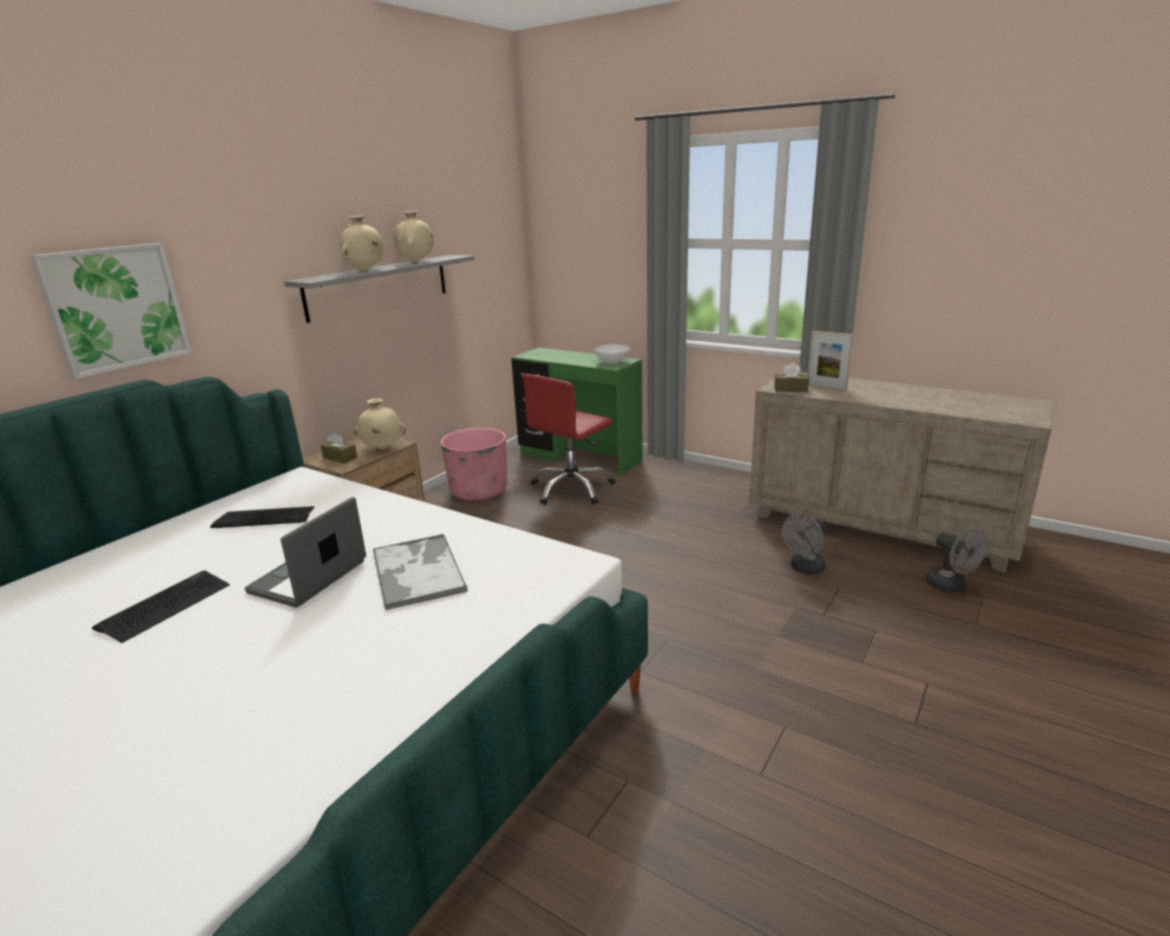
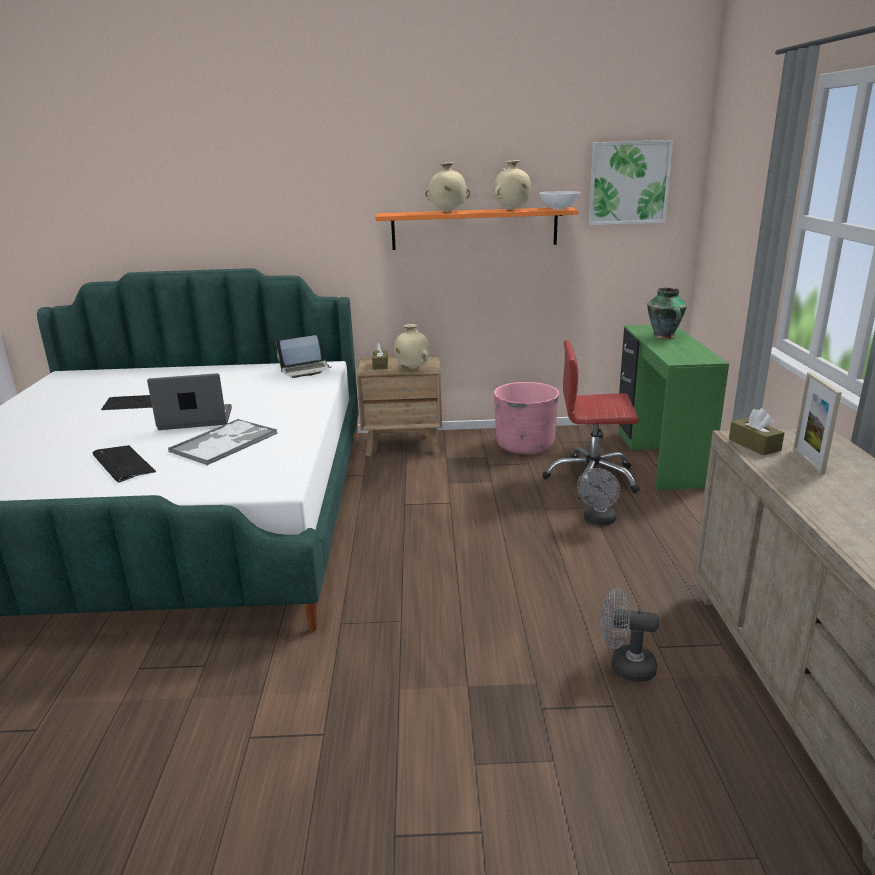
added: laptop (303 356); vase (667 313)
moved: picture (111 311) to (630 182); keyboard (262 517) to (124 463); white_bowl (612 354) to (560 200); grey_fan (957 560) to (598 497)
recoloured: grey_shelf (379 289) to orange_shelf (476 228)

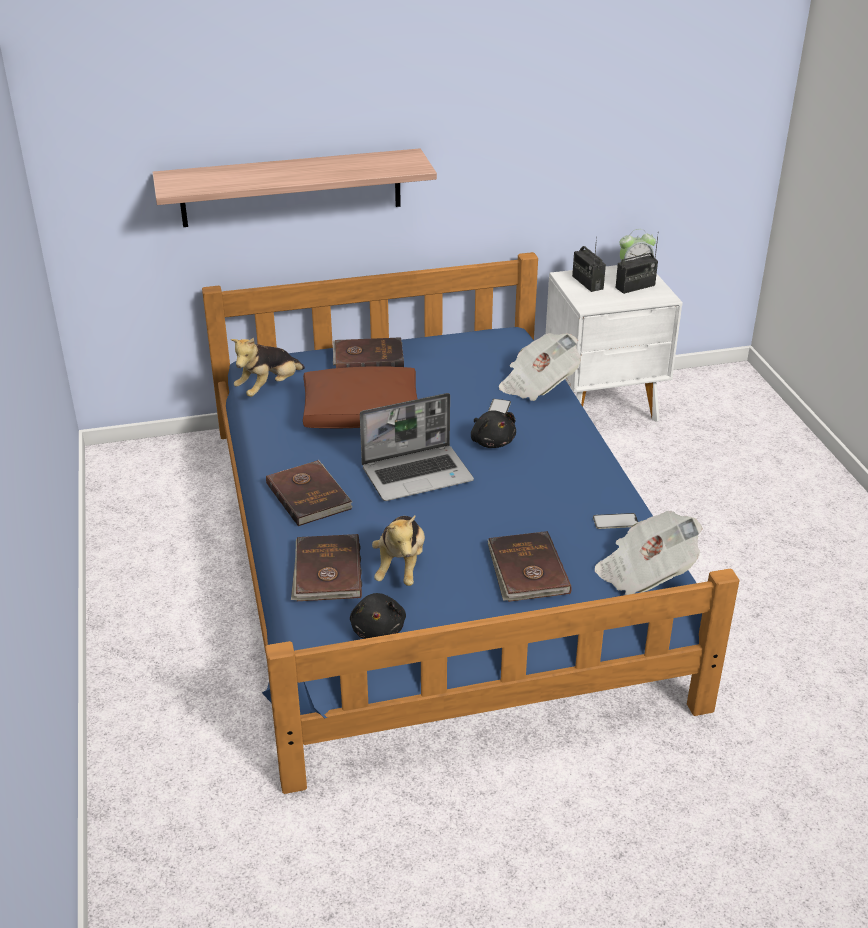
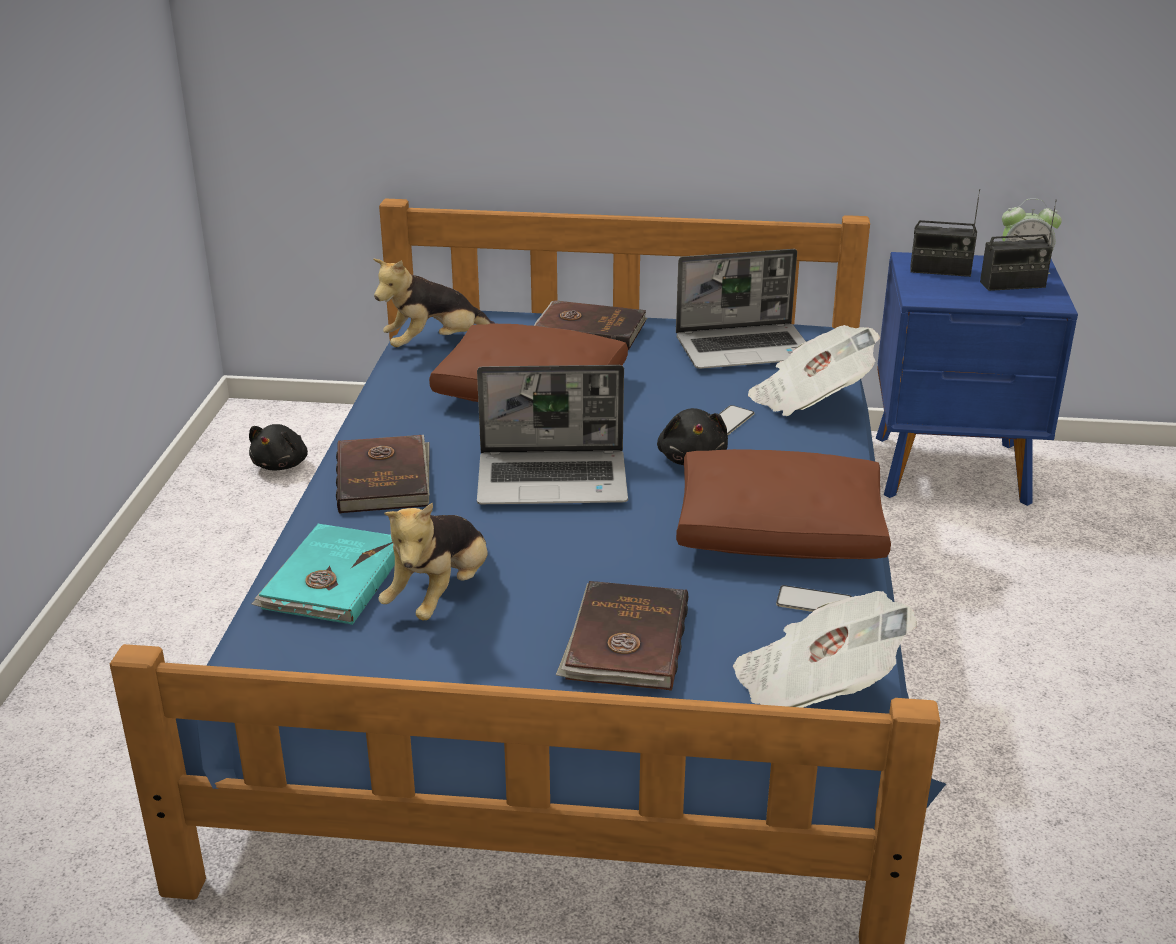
removed: shelf (294 187)
added: laptop (741 309); brown_pillow (783 504)
moved: black_plush_toy (378 616) to (278 447)
recoloured: brown_book (326 567) to turquoise_book (323 574); white_nightstand (614 343) to blue_nightstand (977 379)
turned: radio (589 264) = (945 233) 75 degrees counterclockwise

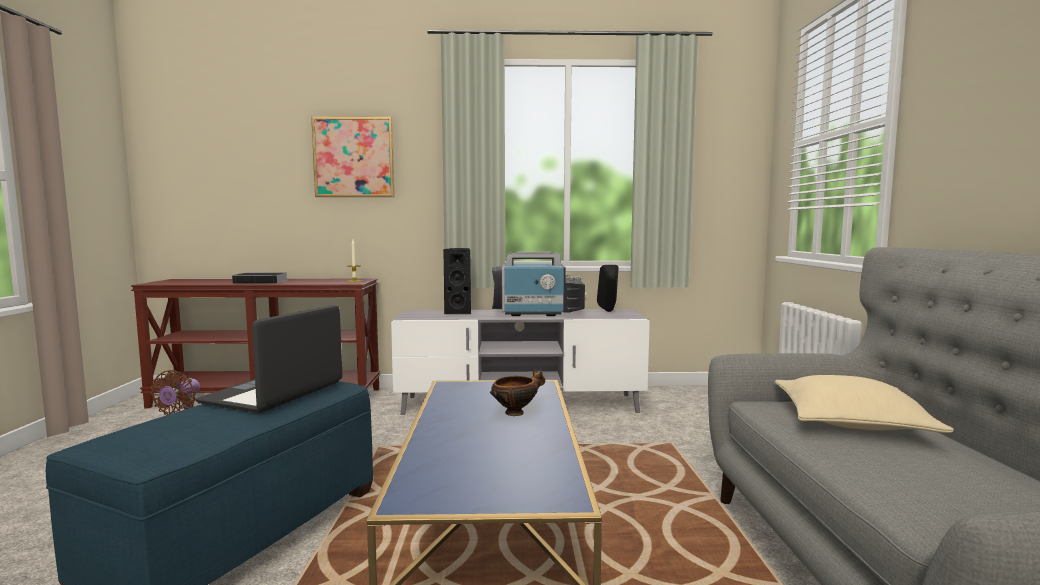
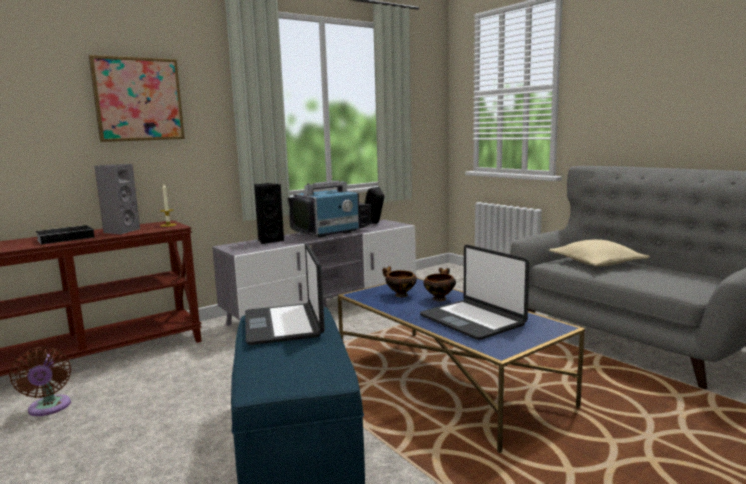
added: grey_speaker (117 199); bowl (399 281); laptop (474 292)

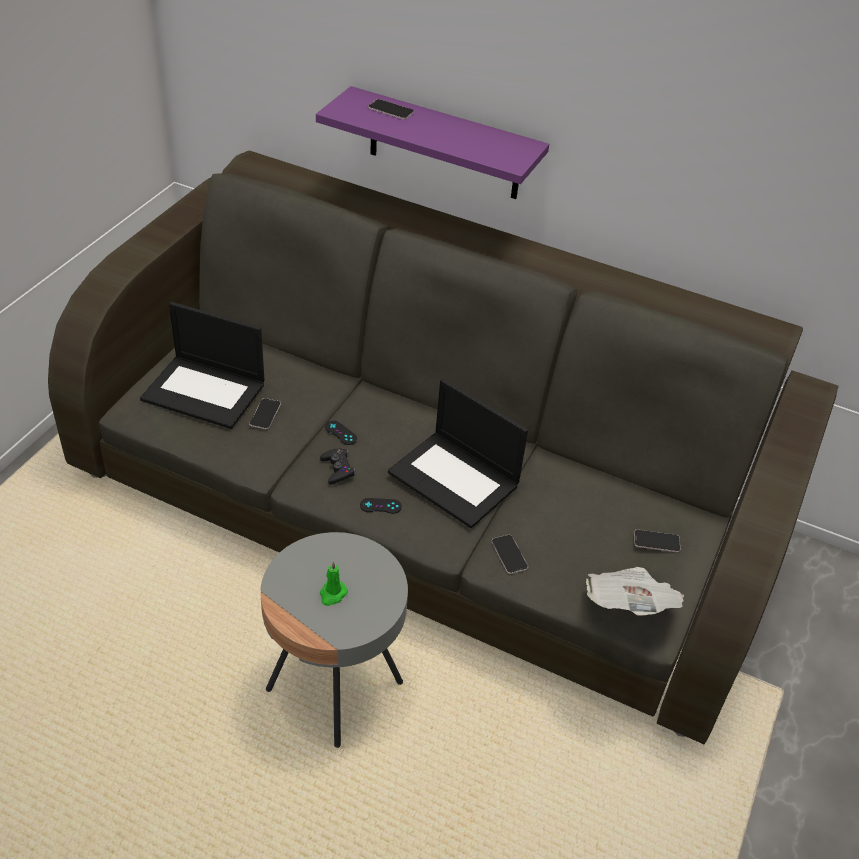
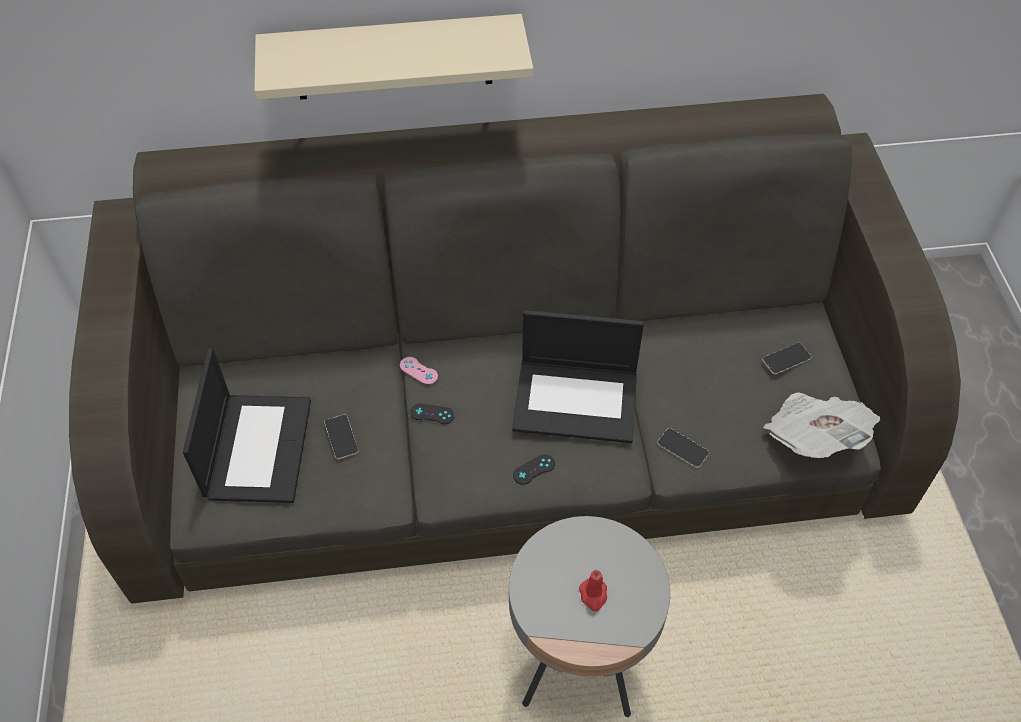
removed: black_game_controller (338 466); phone (391 109)
added: pink_game_controller (419 371)
recoloured: purple_shelf (432 142) to beige_shelf (393 57); green_candle (334 583) to red_candle (593 591)
turned: laptop (202 365) = (247 425) 75 degrees counterclockwise

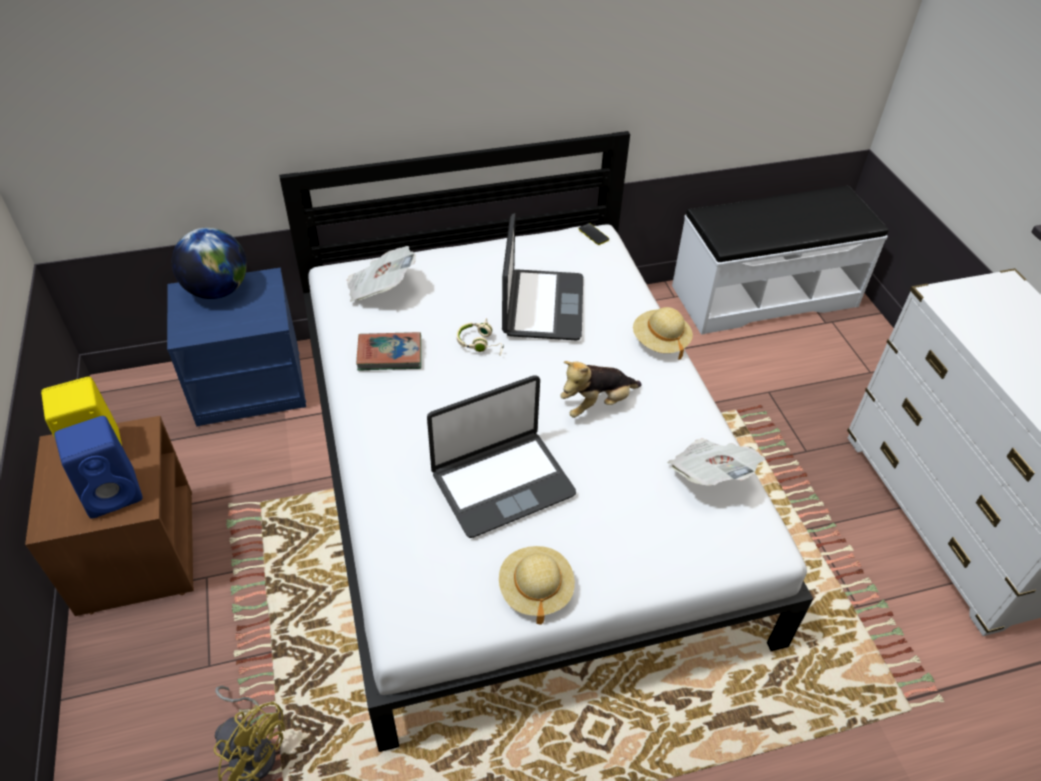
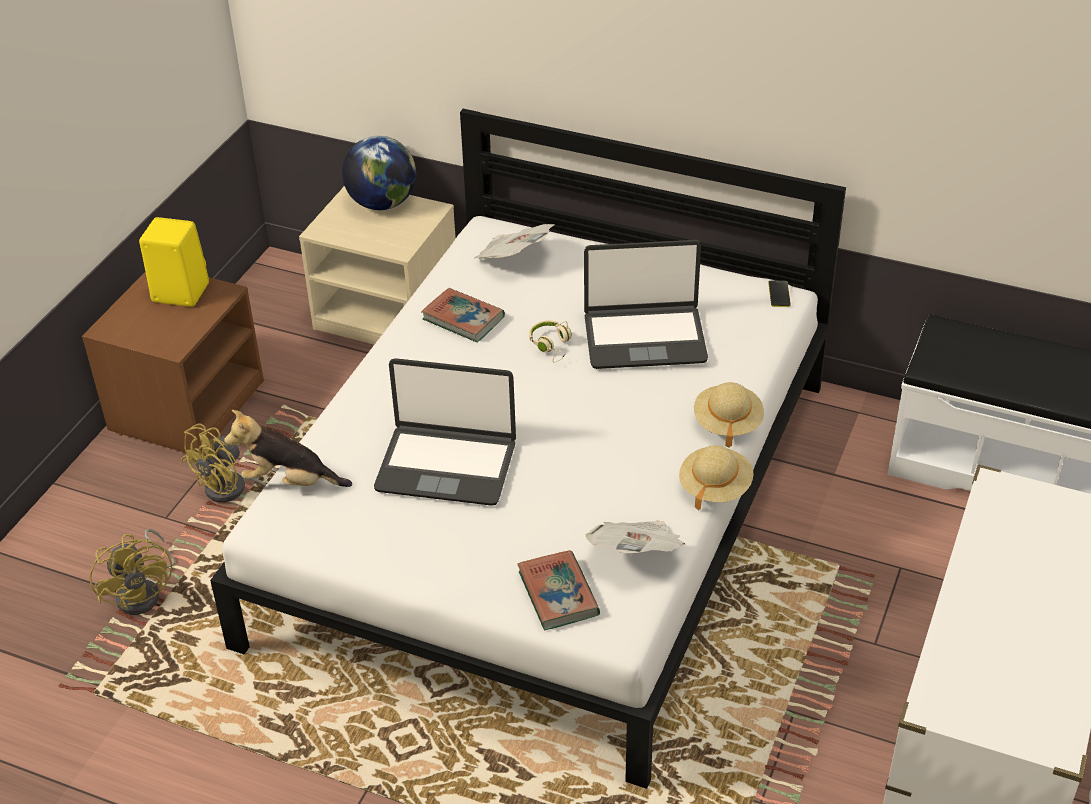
removed: blue_speaker (98 467)
added: yellow_fan (229 463); book (558 590)
moved: beige_hat (537 585) to (716 478); plush_toy (600 389) to (288 448)
recoloured: blue_nightstand (236 347) to beige_nightstand (377 265)
turned: laptop (542 276) = (646 304) 45 degrees clockwise

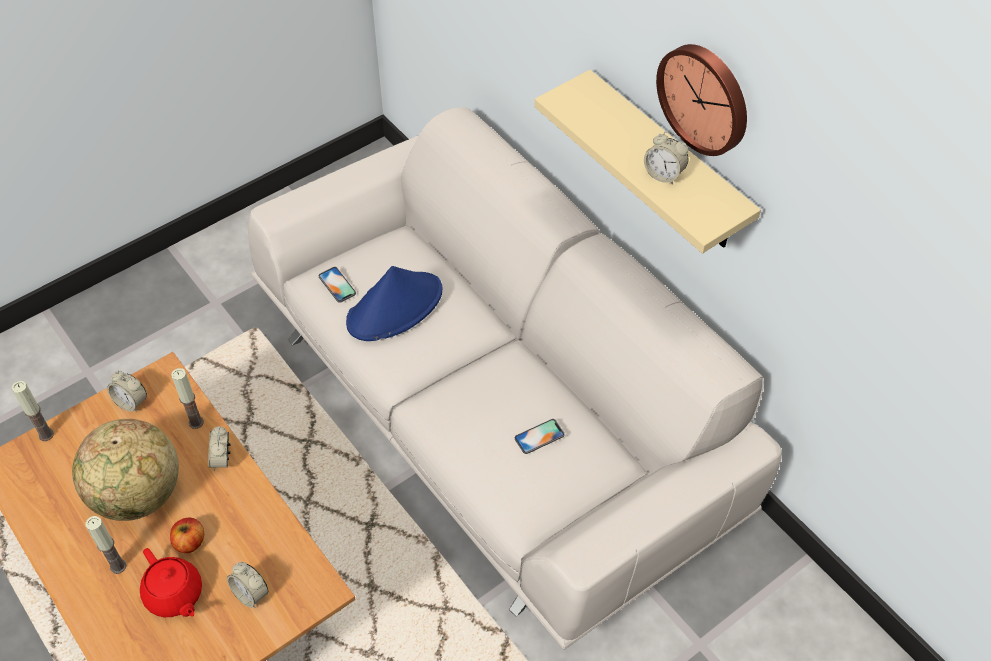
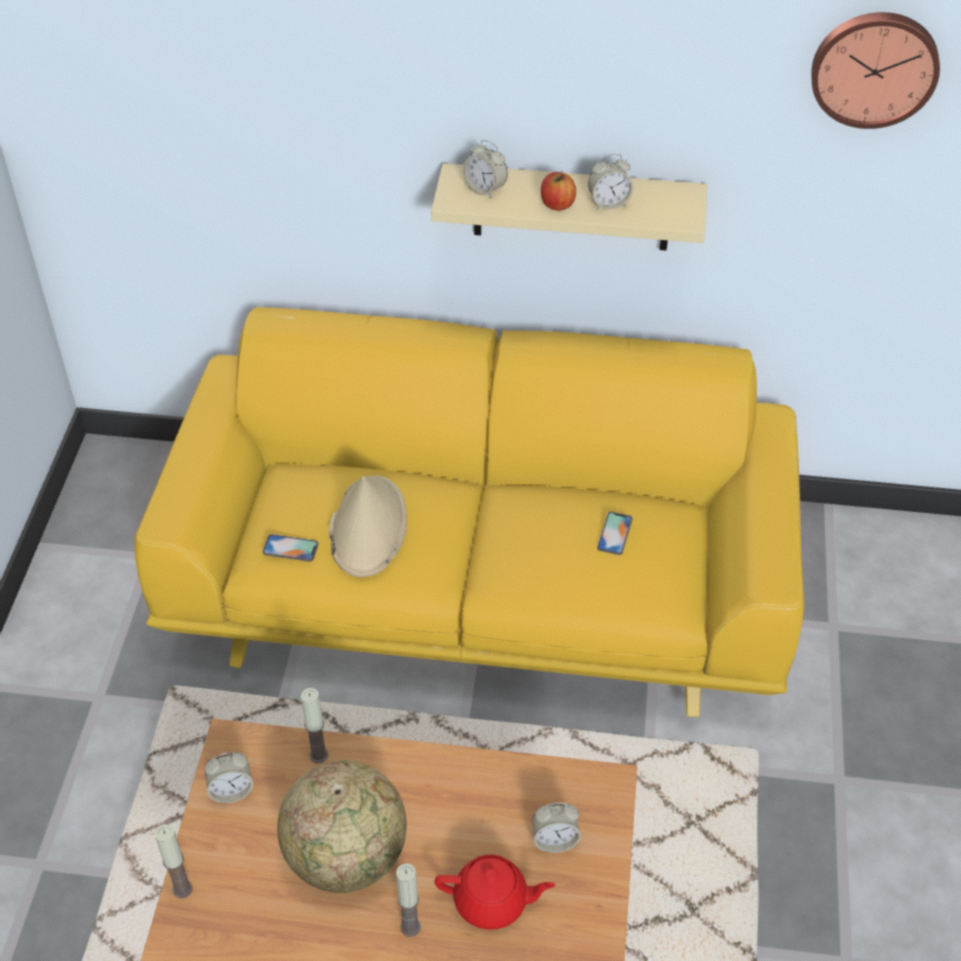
moved: apple (187 535) to (558 191); alarm_clock (219 448) to (485 169); wall_clock (701 100) to (875 70)
recoloured: white_sofa (515 378) to yellow_sofa (469 512); blue_hat (394 303) to beige_hat (368 526)

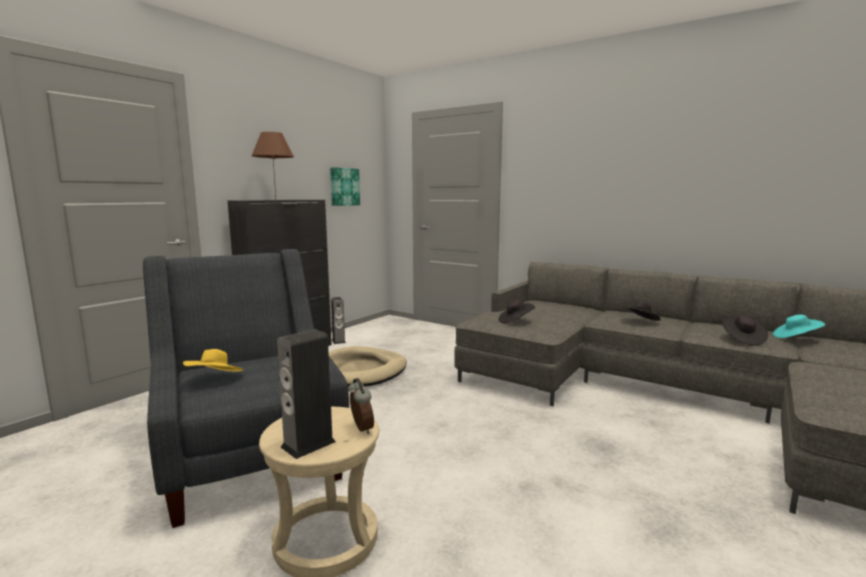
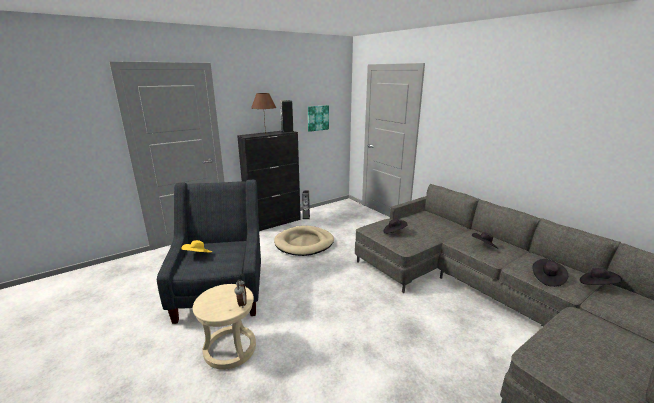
moved: speaker (306 394) to (287 116)
recoloured: turquoise_hat (799 326) to black_hat (601 276)

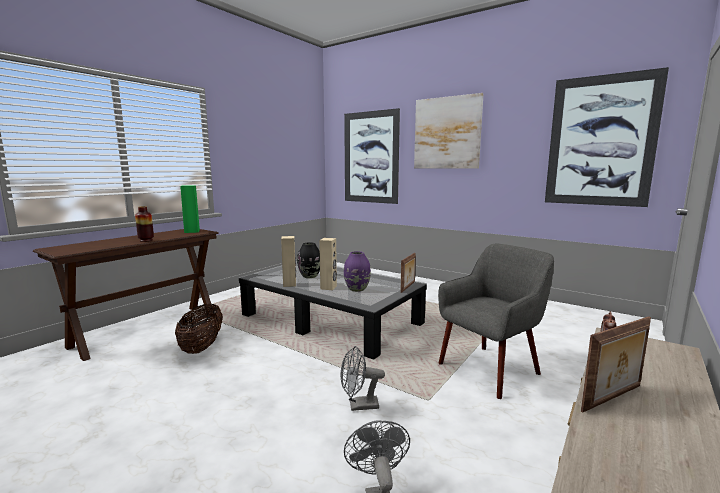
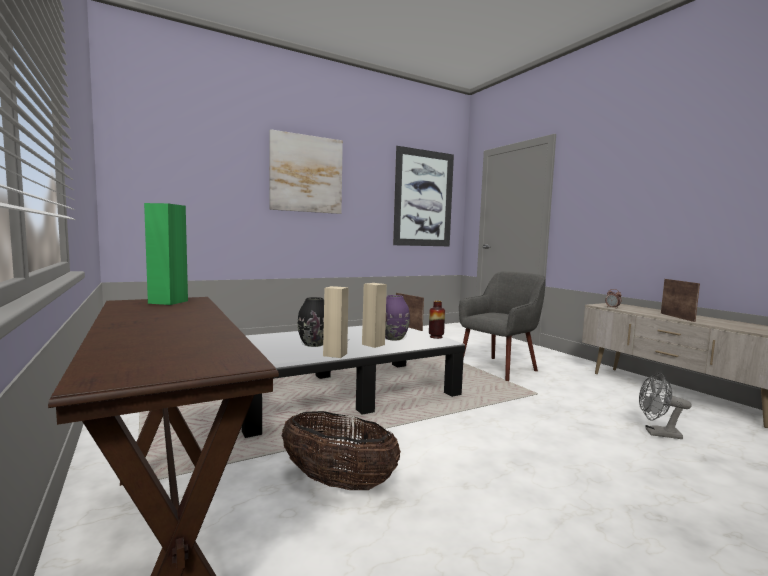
removed: grey_fan (363 378); picture (372 156)
moved: vase (144 224) to (437 320)
turned: grey_armchair (496 321) = (502 326) 60 degrees clockwise

